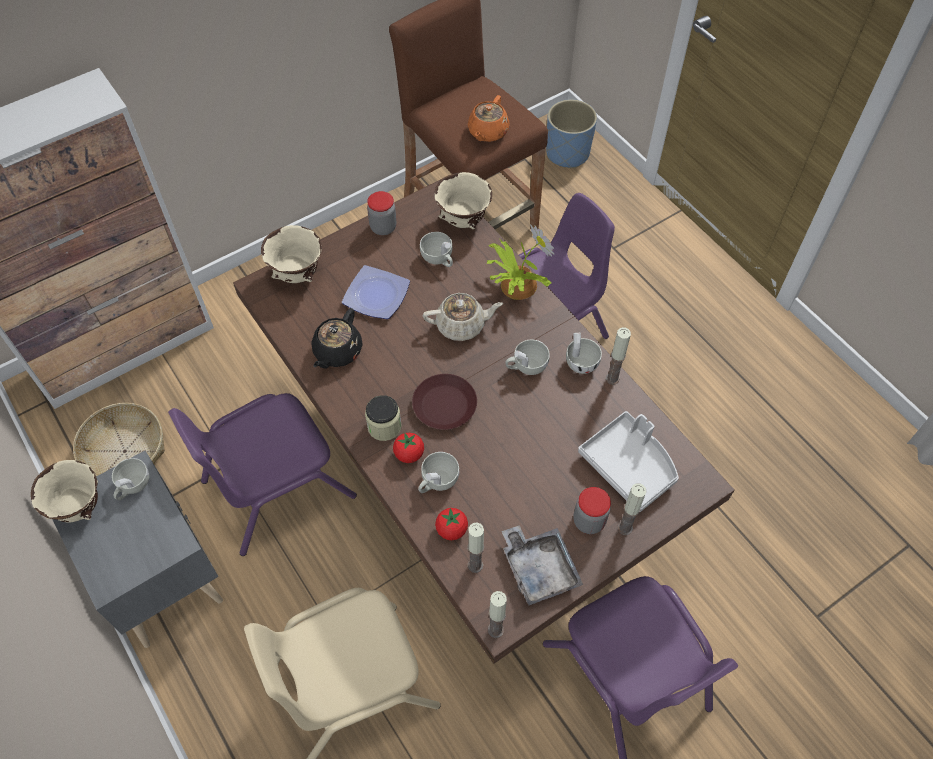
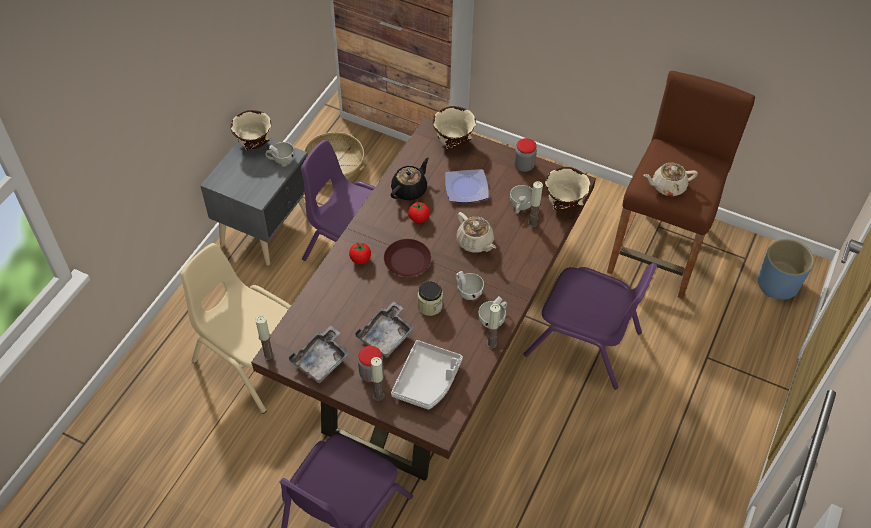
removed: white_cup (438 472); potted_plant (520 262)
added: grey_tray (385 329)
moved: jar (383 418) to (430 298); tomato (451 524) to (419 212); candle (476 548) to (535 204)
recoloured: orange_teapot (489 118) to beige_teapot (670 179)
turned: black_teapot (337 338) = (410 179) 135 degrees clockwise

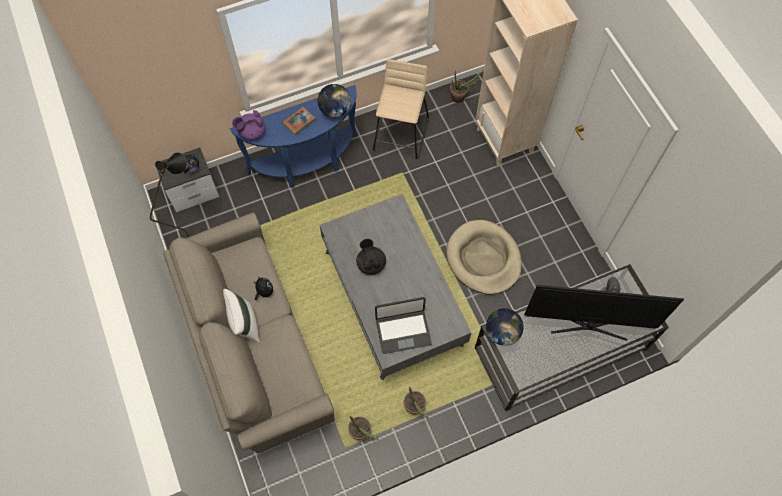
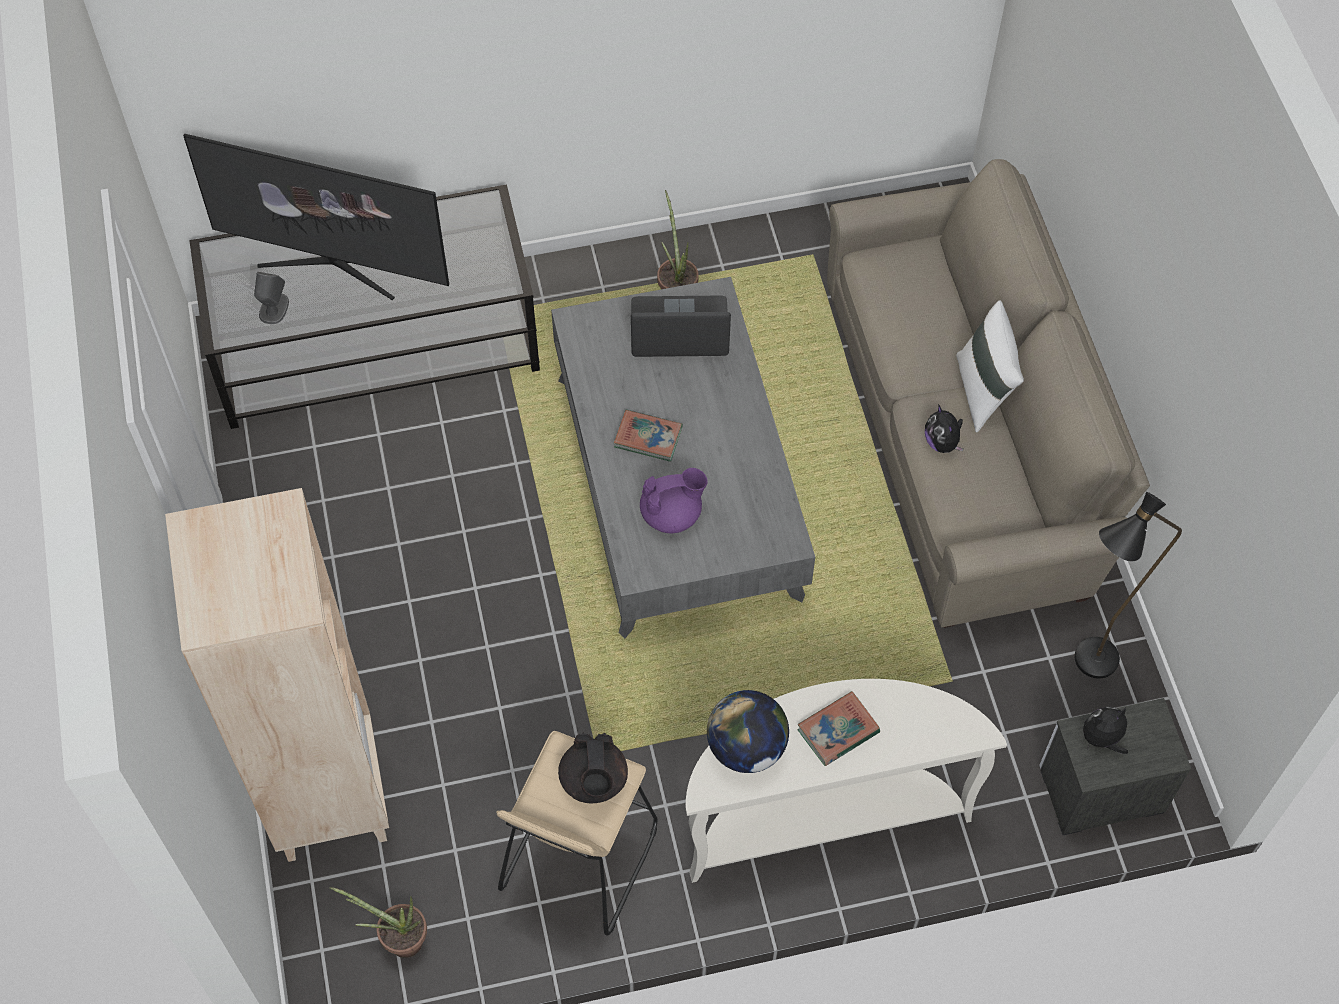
removed: potted_plant (363 428); beige_dog_bed (484 257); globe (505 327)
added: book (648 436)
moved: purple_teapot (248 125) to (674 500); black_teapot (371 257) to (593 768)
recoloured: blue_console_table (293 136) to white_console_table (846 781)

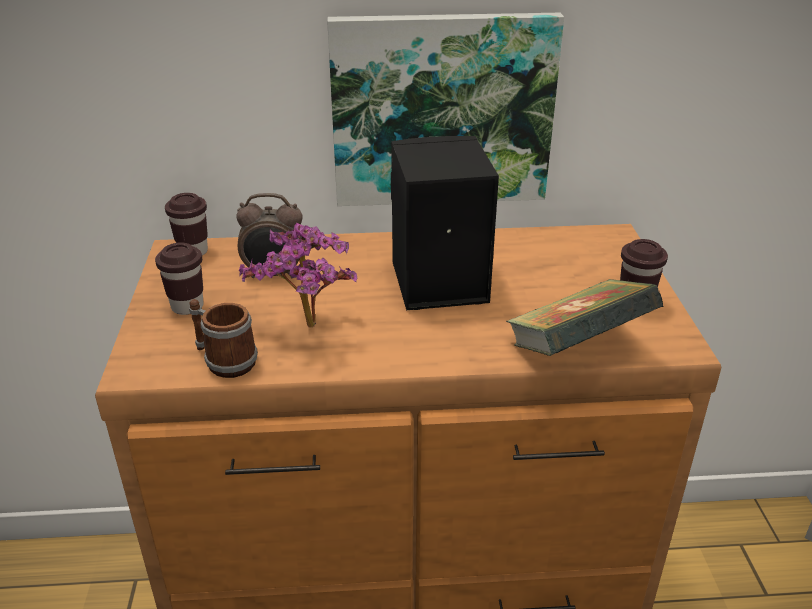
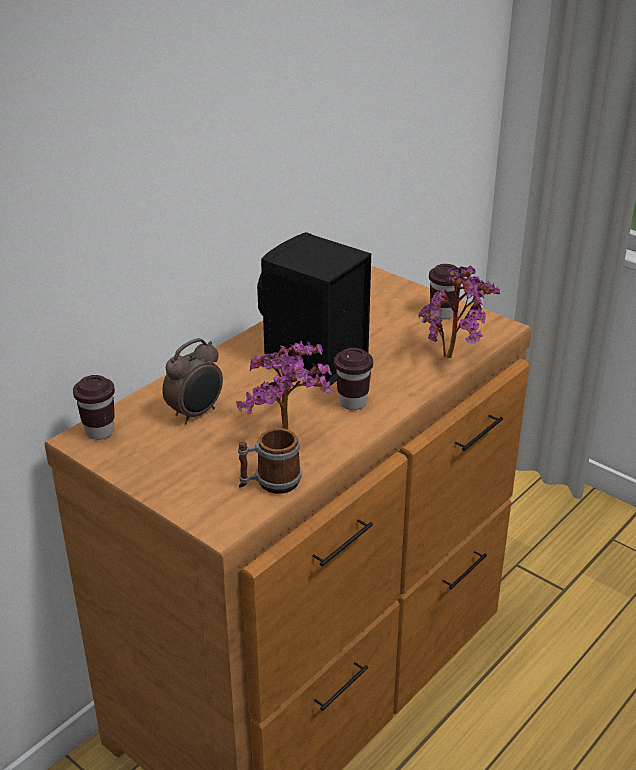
removed: picture (445 109)
moved: brown_cup (179 278) to (353 378)
replaced: book (585 317) to potted_plant (459 312)

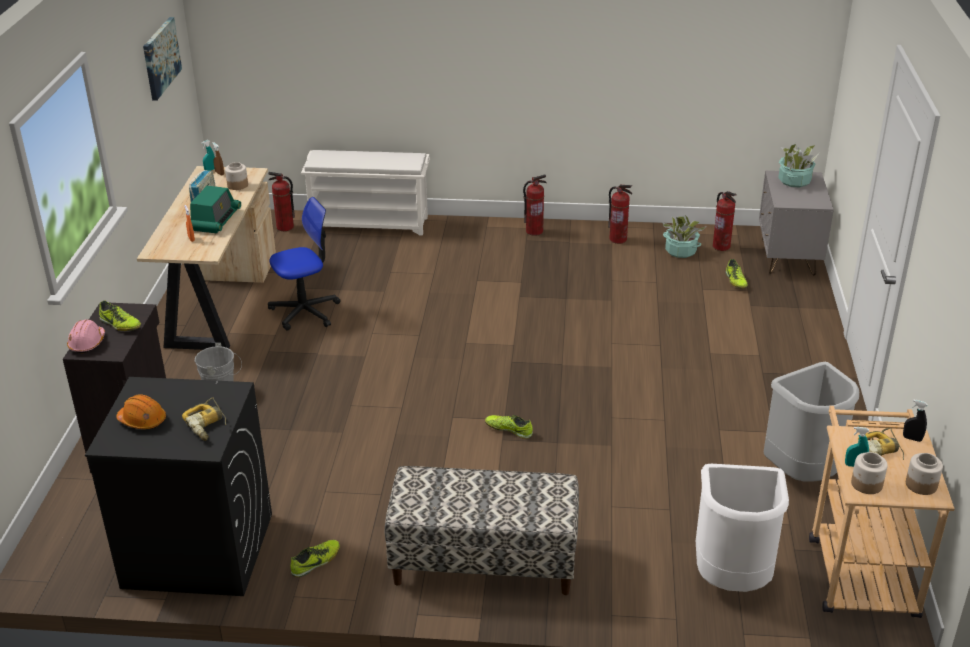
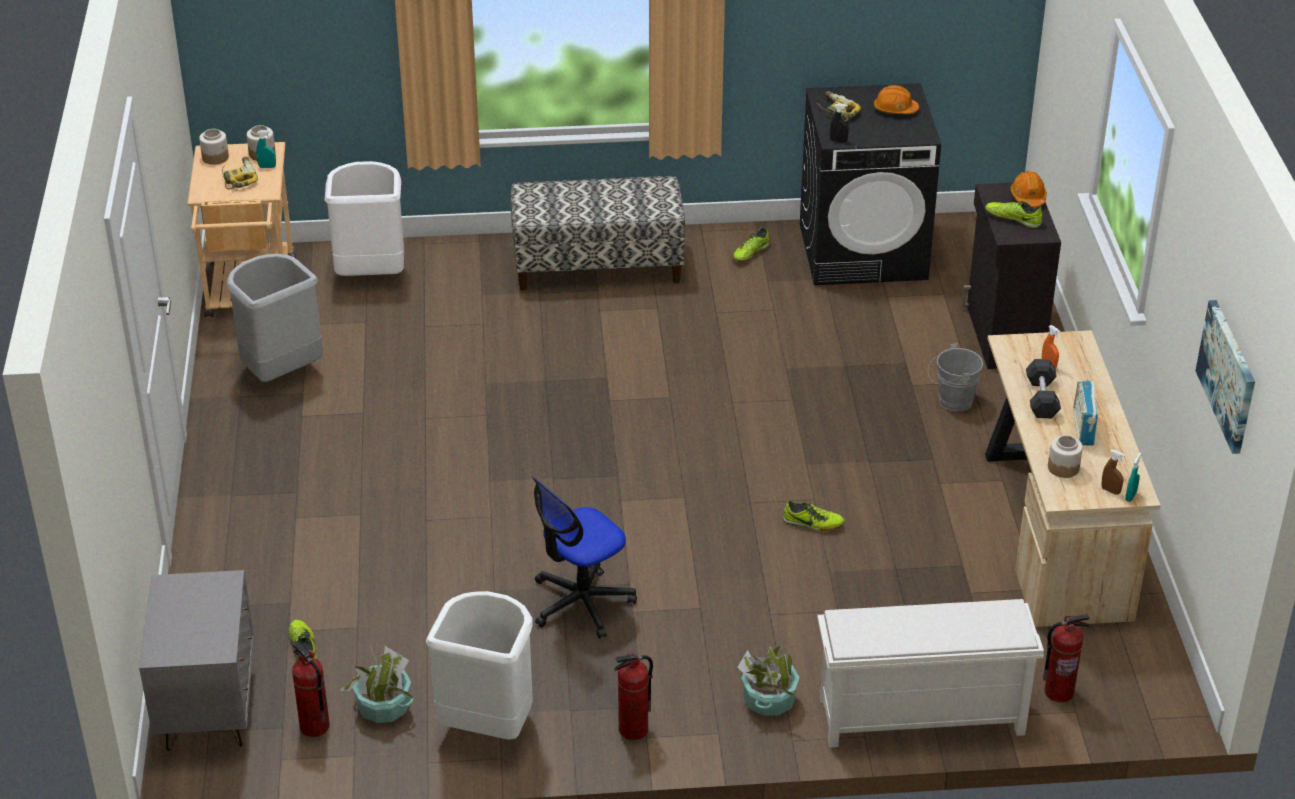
moved: office_chair (304 263) to (584 557); shoe (509 427) to (814 515); potted_plant (799 165) to (768 680); black_spray_bottle (915 420) to (839 123)
replaced: radio (215 209) to black_dumbbell (1043 388); fire_extinguisher (620 214) to white_trash_can (479 665)
recoloured: pink_hard_hat (86 336) to orange_hard_hat (1029 189)

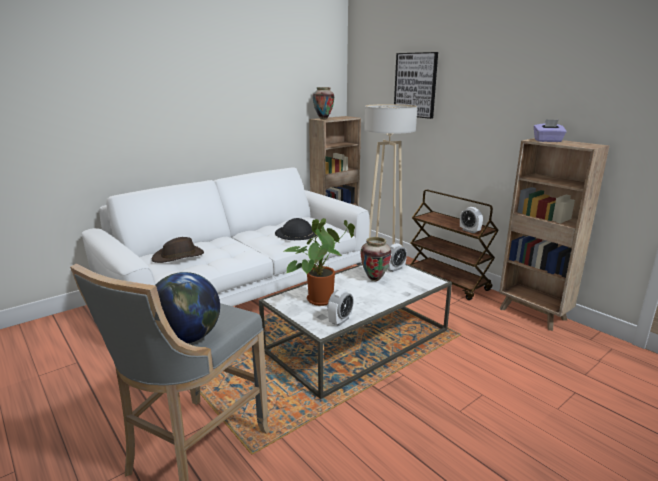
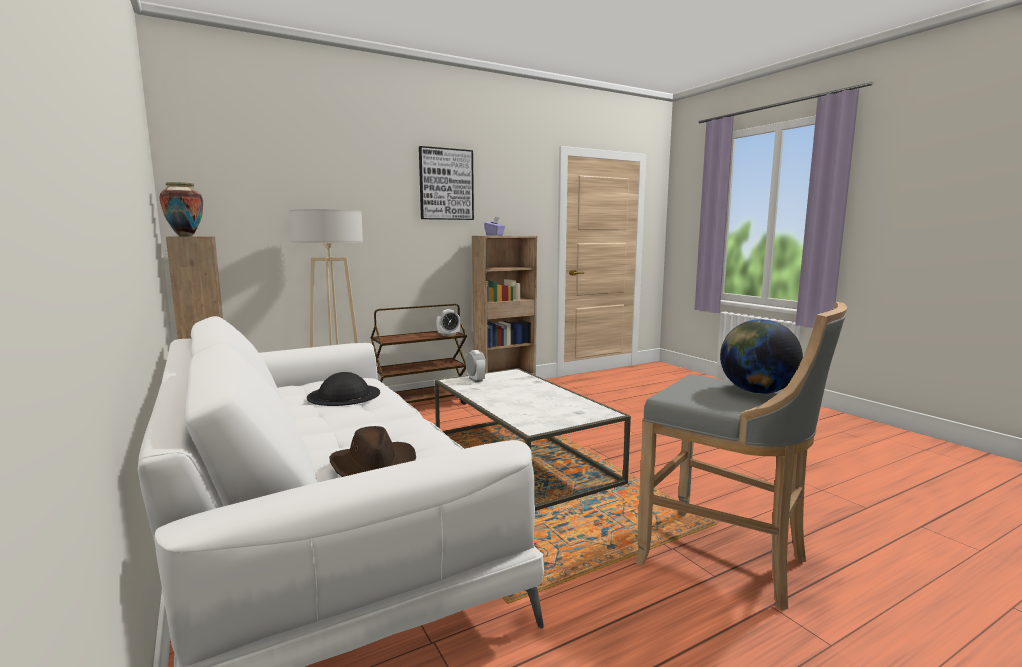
removed: potted_plant (319 262); alarm_clock (341 307); vase (375 259)
moved: picture (416 85) to (446 183)

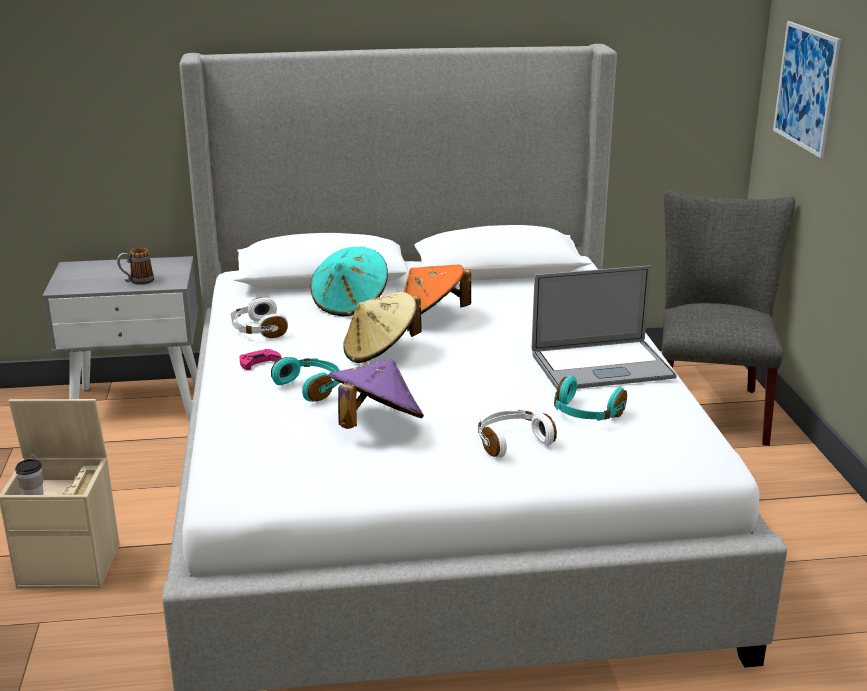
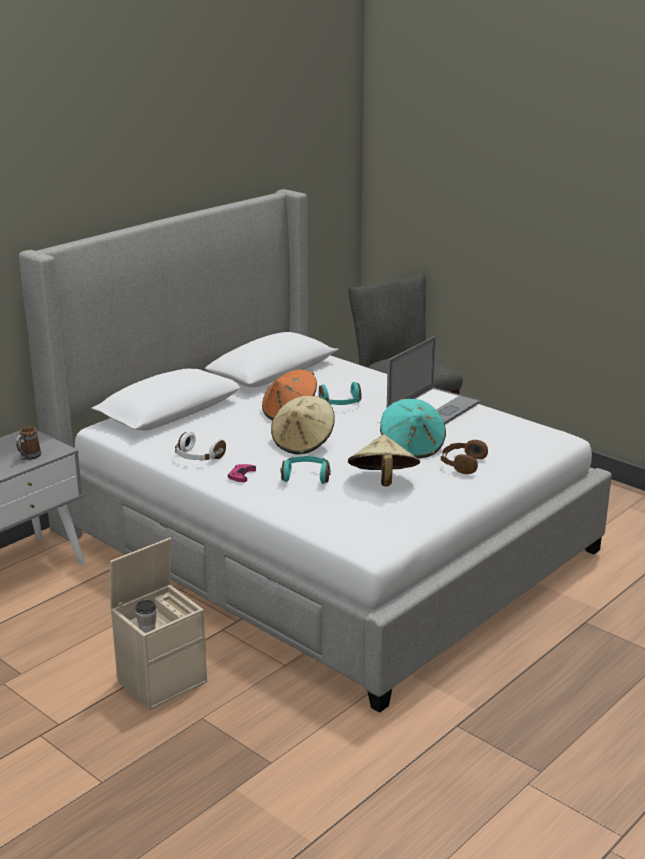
removed: picture (807 89)
moved: turquoise_hat (349 281) to (413 428); turquoise_headphones (590 398) to (340 393)
recoloured: purple_hat (376 394) to beige_hat (384 460); white_headphones (517 433) to brown_headphones (464 457)

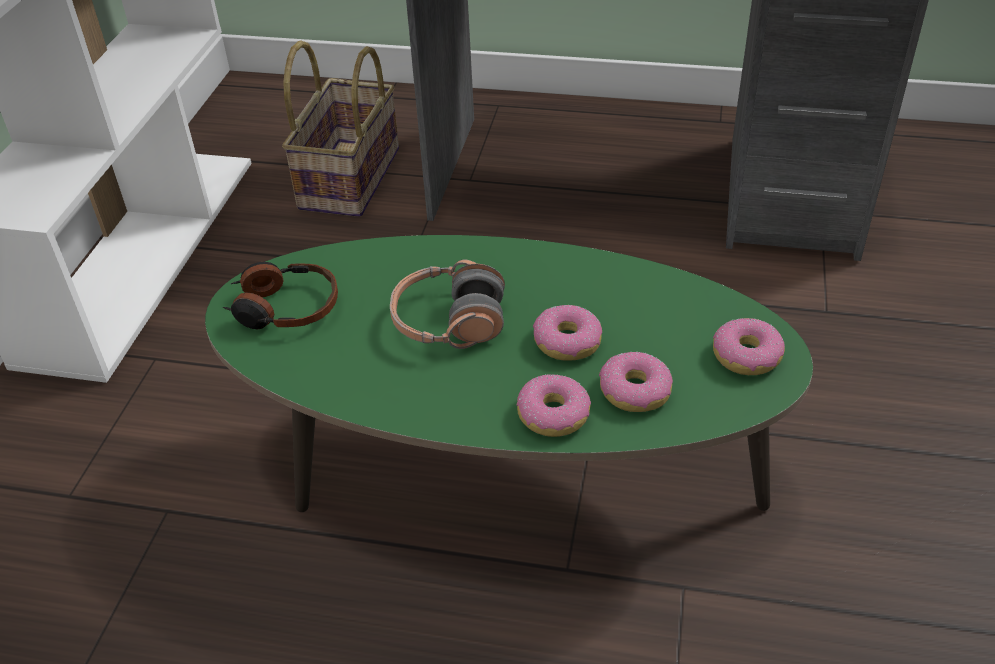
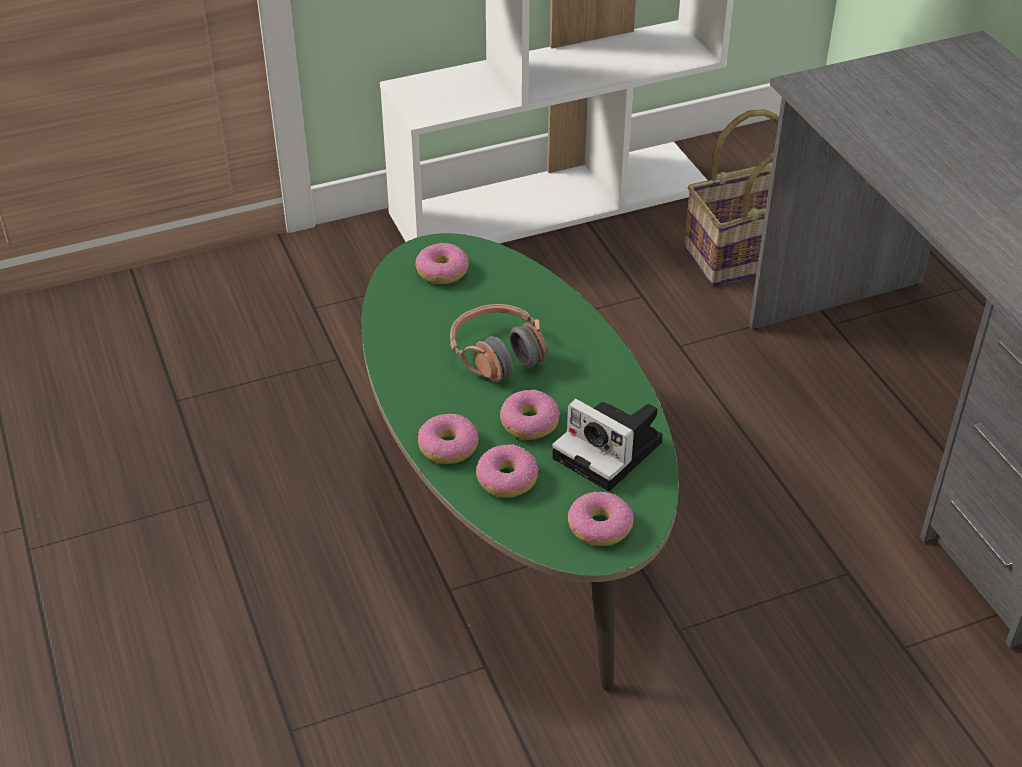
added: photo_camera (607 445)
replaced: headphones (280 296) to donut (442 263)

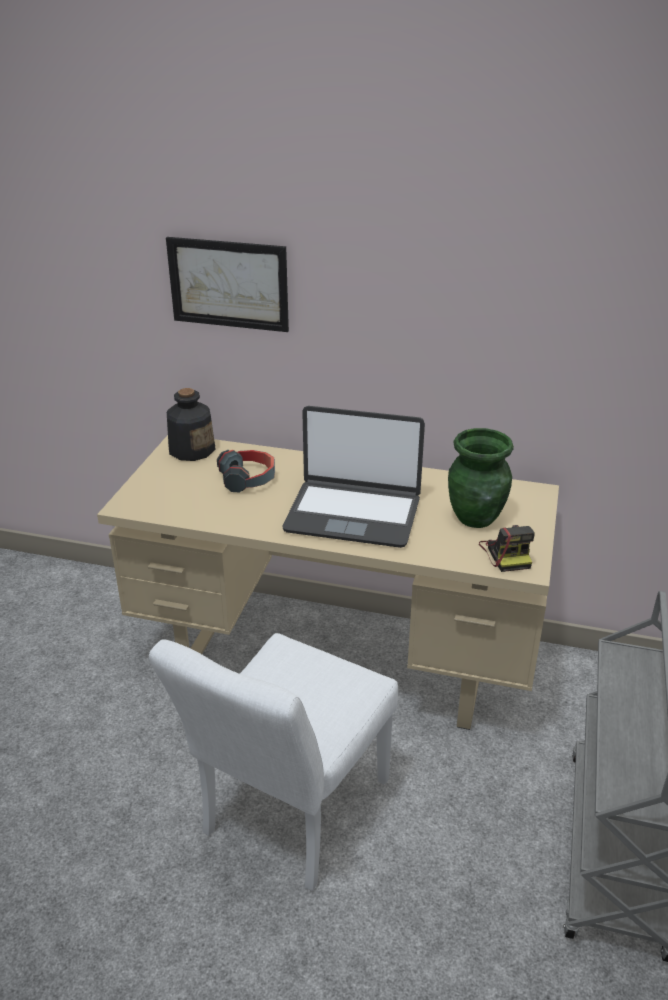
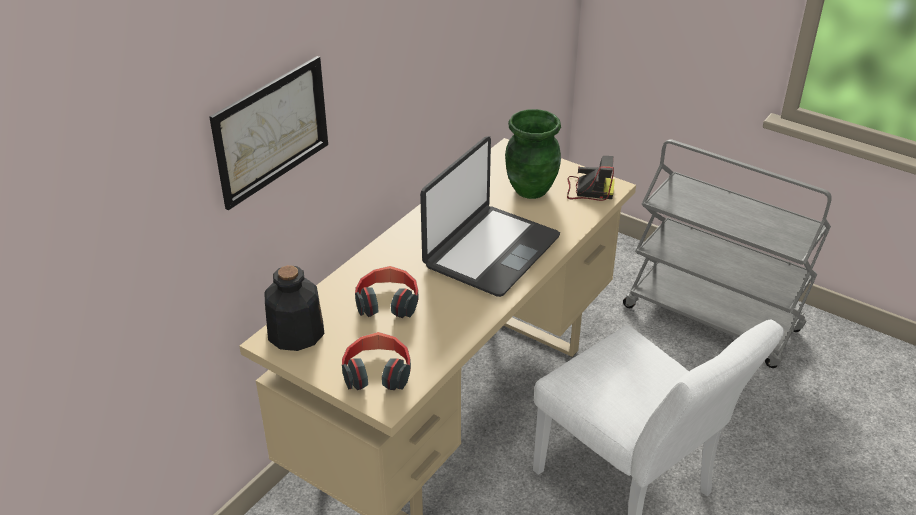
added: headphones (376 361)

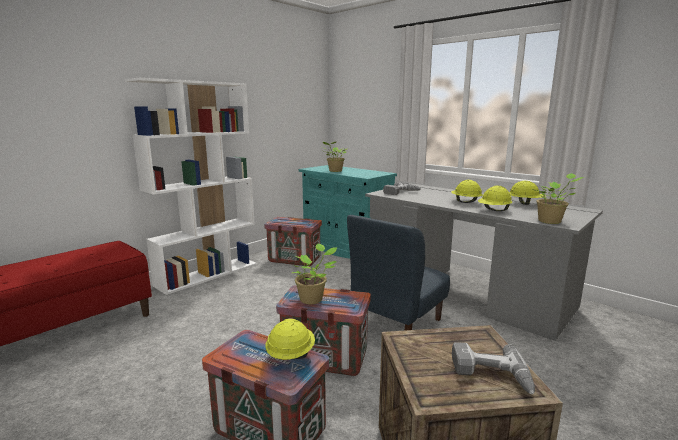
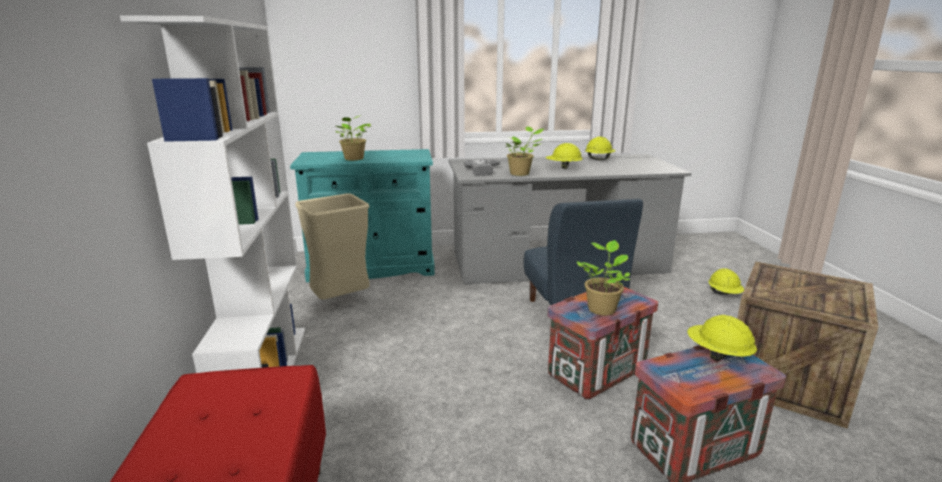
removed: power_drill (493 368)
moved: yellow_hard_hat (495 198) to (726 281); potted_plant (557 198) to (524 151)
replaced: crate (293 241) to beige_trash_can (332 246)

